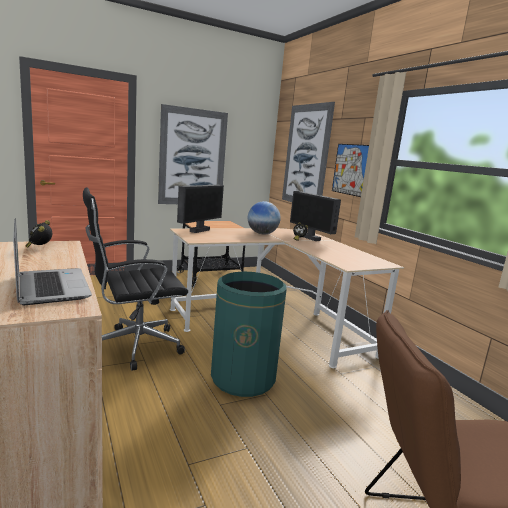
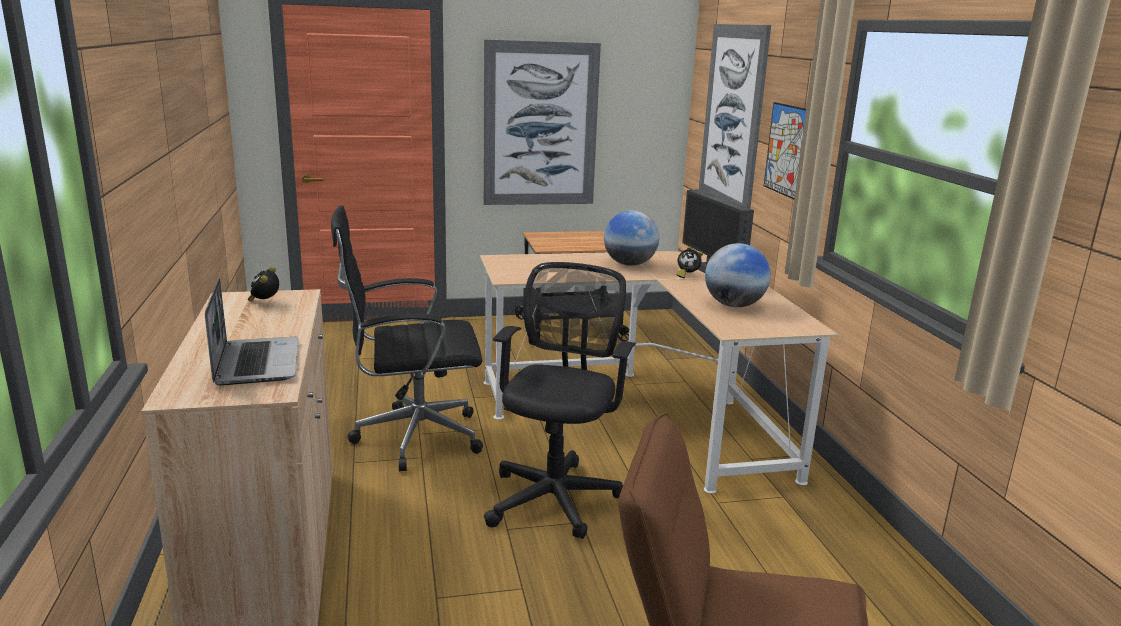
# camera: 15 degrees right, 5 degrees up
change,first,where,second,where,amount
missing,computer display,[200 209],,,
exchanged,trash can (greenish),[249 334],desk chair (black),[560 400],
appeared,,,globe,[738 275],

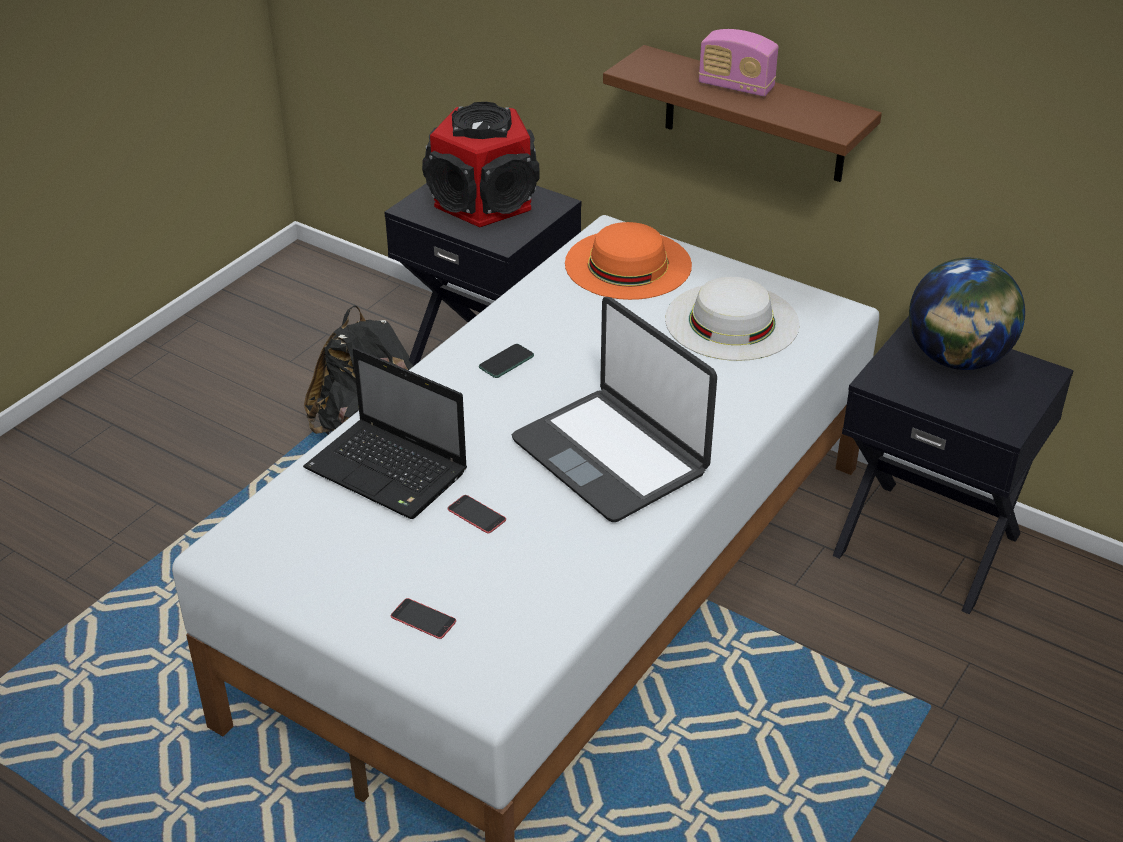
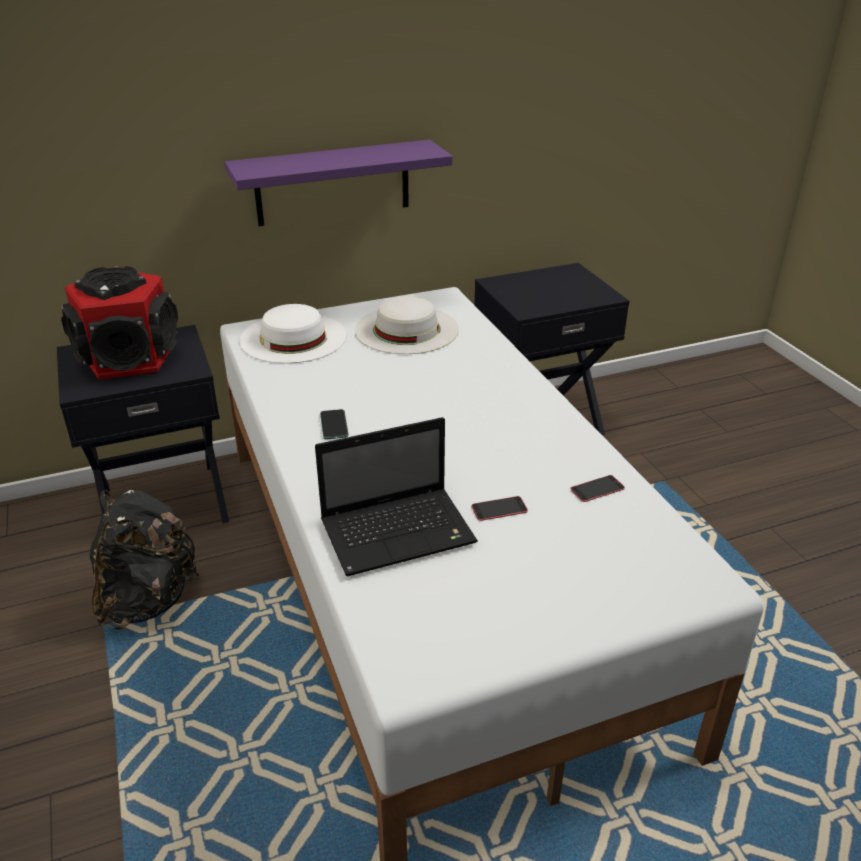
# camera: 55 degrees left, 5 degrees down
change,first,where,second,where,amount
relocated,phone,[423 618],,[597 488],
missing,notebook computer,[614 409],,,
colour,clothing hat (orangey),[628 261],clothing hat (whitish),[293 333],
colour,wall shelf (brownish),[742 113],wall shelf (purplish),[339 183],
missing,radio,[739 63],,,
missing,globe,[967 314],,,

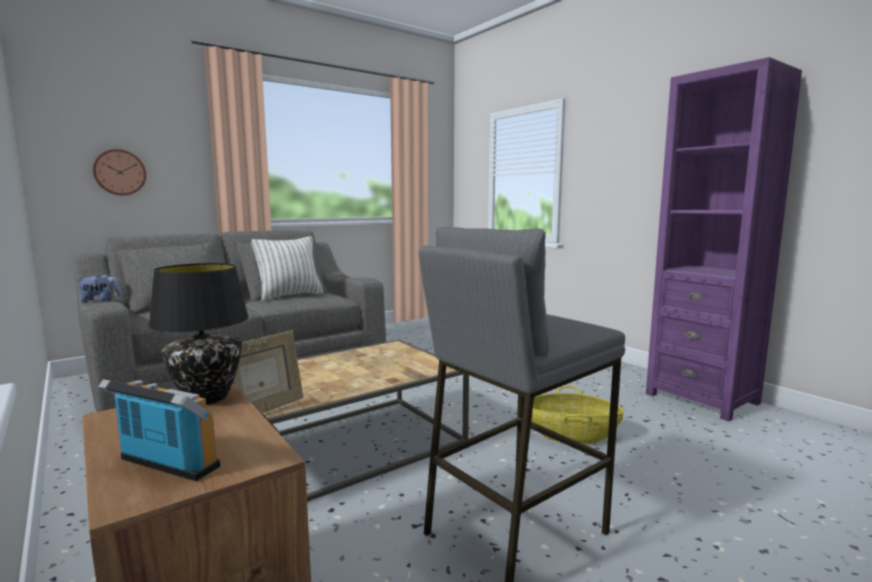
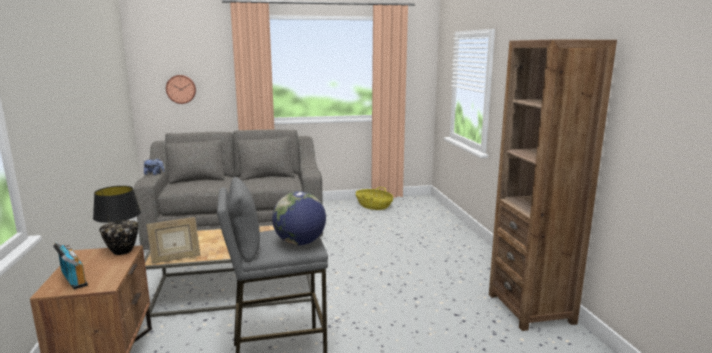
# camera: 25 degrees right, 5 degrees up
change,first,where,second,where,amount
missing,throw pillow,[287 268],,,
relocated,household basket,[577 415],,[374 198],
colour,shelving unit (purplish),[724 239],shelving unit (brownish),[553 185],
appeared,,,globe,[299 218],

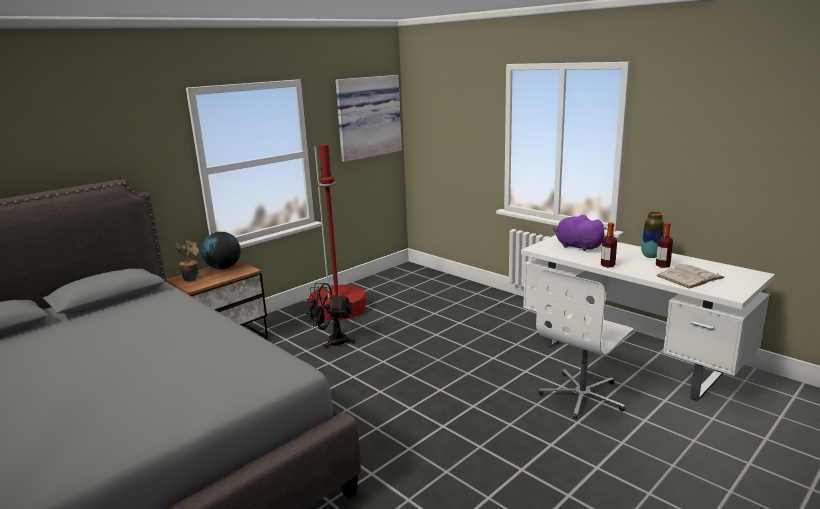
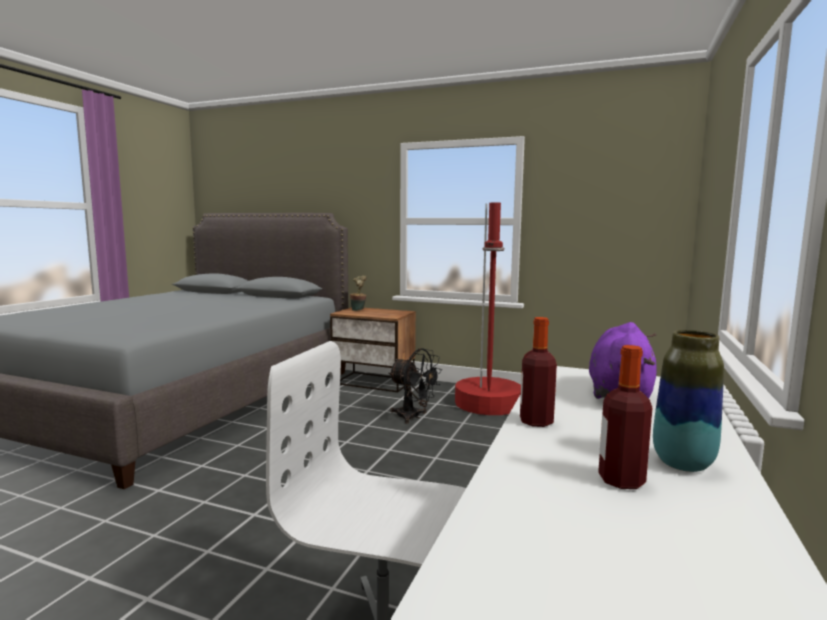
# camera: 65 degrees right, 10 degrees down
change,first,where,second,where,amount
missing,globe,[221 250],,,
spun,cooling fan (black),[330 316],,[415 386],135 degrees clockwise
missing,wall art,[369 118],,,
missing,bound book (whitish),[691 276],,,

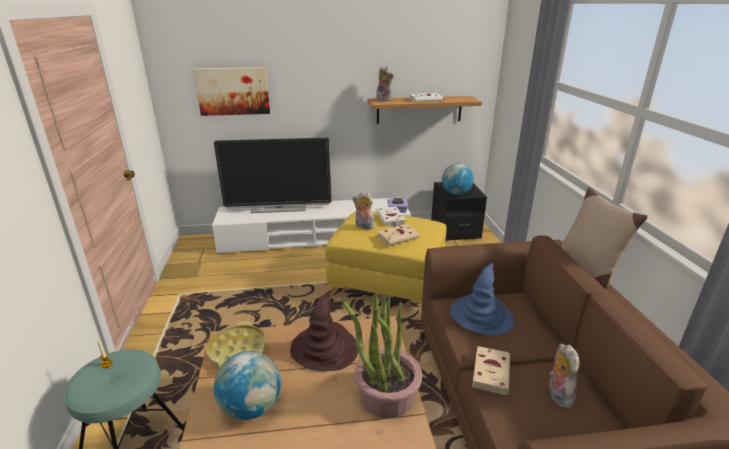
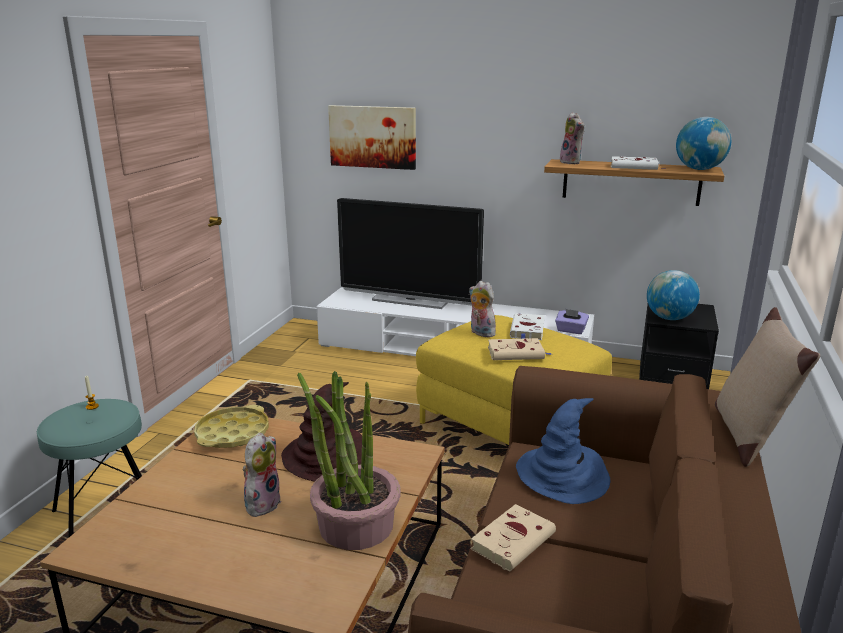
# camera: 25 degrees right, 5 degrees down
change,first,where,second,where,amount
relocated,globe,[247 385],,[703 143],
relocated,soft toy,[564 376],,[262 475],

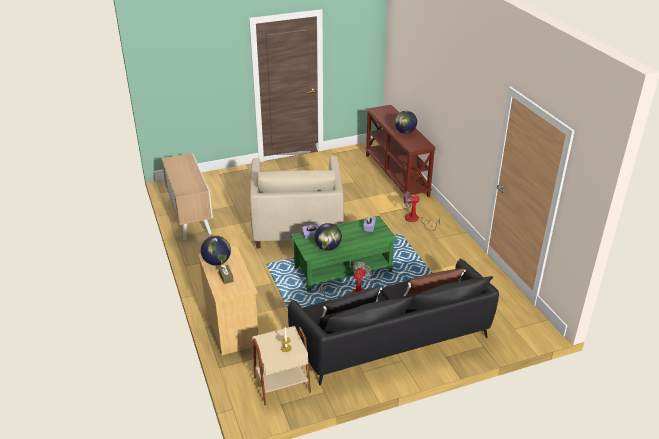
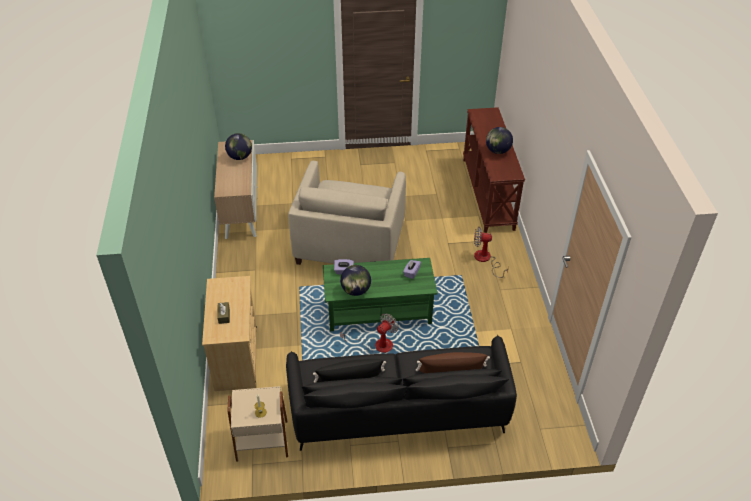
# camera: 15 degrees right, 10 degrees up
change,first,where,second,where,amount
relocated,globe,[216 251],,[238 146],

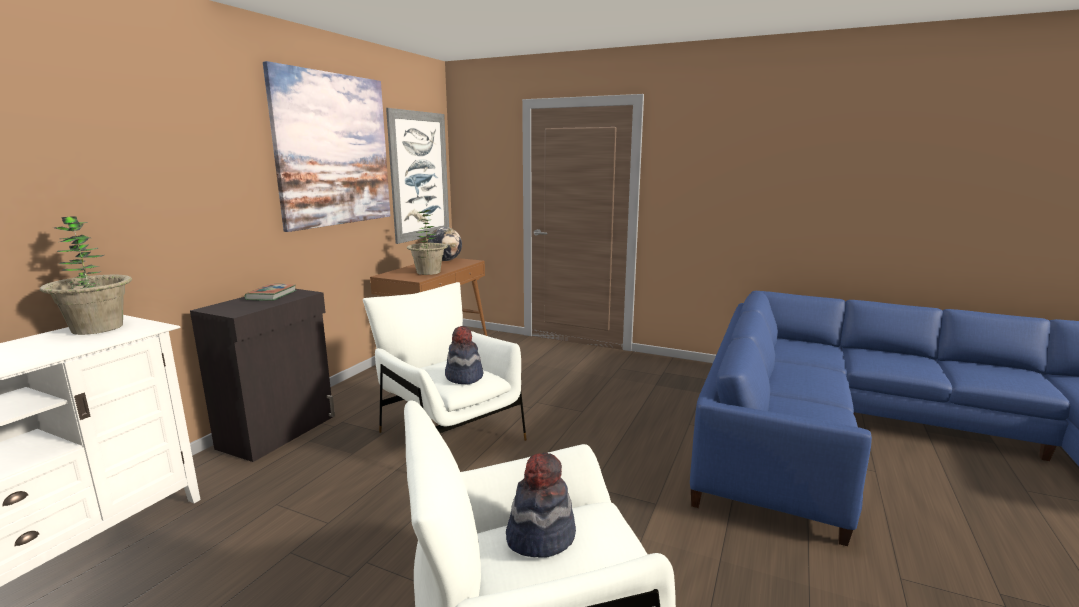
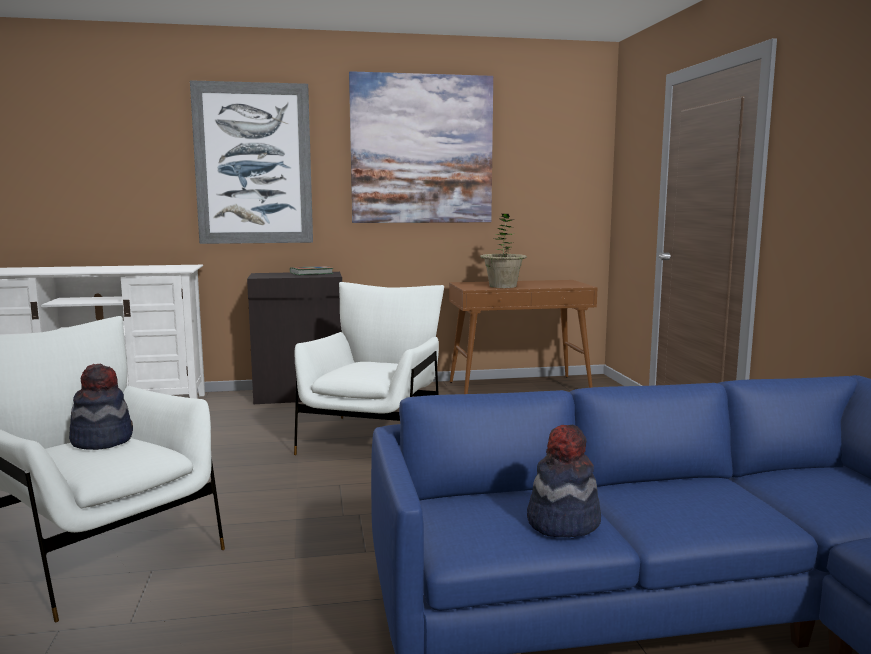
# camera: 55 degrees right, 5 degrees down
change,first,where,second,where,amount
missing,houseplant,[86 275],,,
relocated,wall art,[417 176],,[251 162],
missing,globe,[445 244],,,
relocated,clothing hat,[464 355],,[564 481],

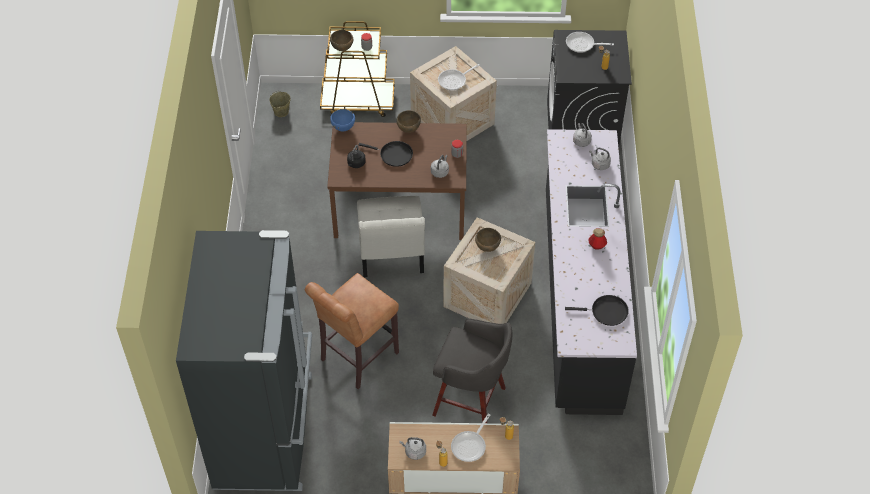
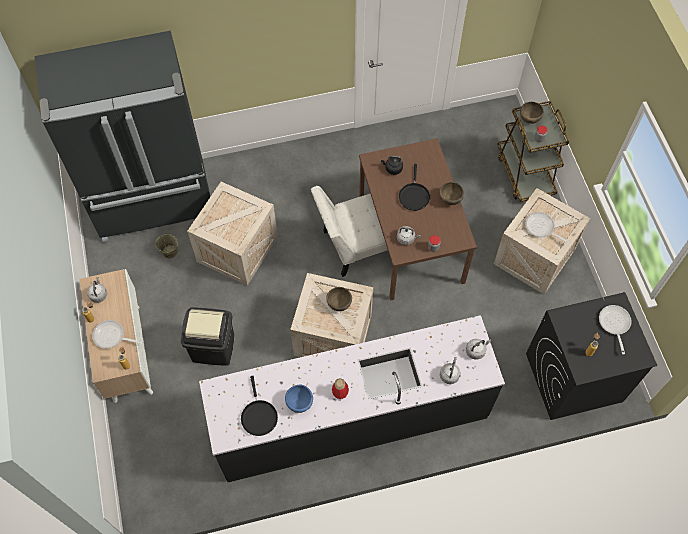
# camera: 75 degrees right, 10 degrees up
change,first,where,second,where,amount
relocated,water bucket (sand-coloured),[280 104],,[166 245],
exchanged,stool (brownish),[352 331],crate,[232 234],
relocated,deep dish (bluish),[342 120],,[299 398],
exchanged,stool (greyish),[472 370],trash can (black),[208 336],

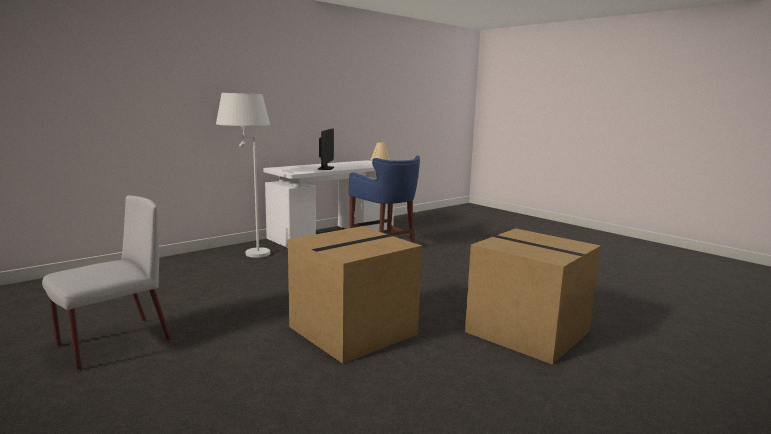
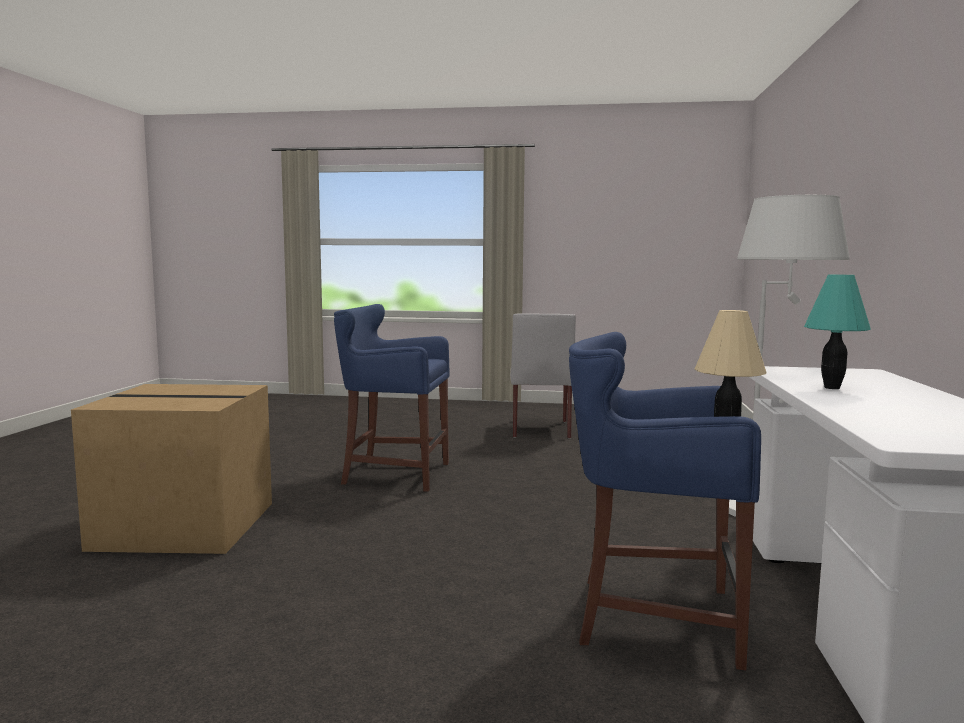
# camera: 140 degrees right, 5 degrees down
change,first,where,second,where,amount
exchanged,carton,[355 295],stool (bluish),[392 398],
exchanged,computer display,[326 149],tabletop lamp (turquoise-coloured),[837 331],

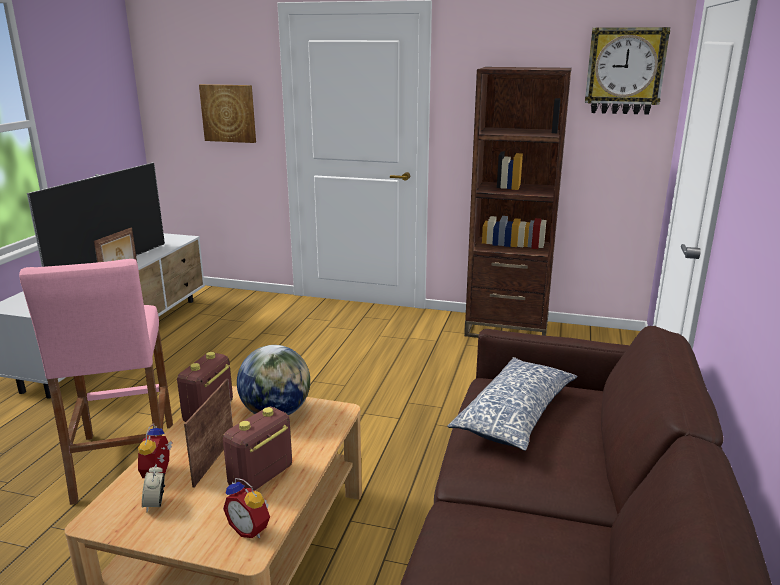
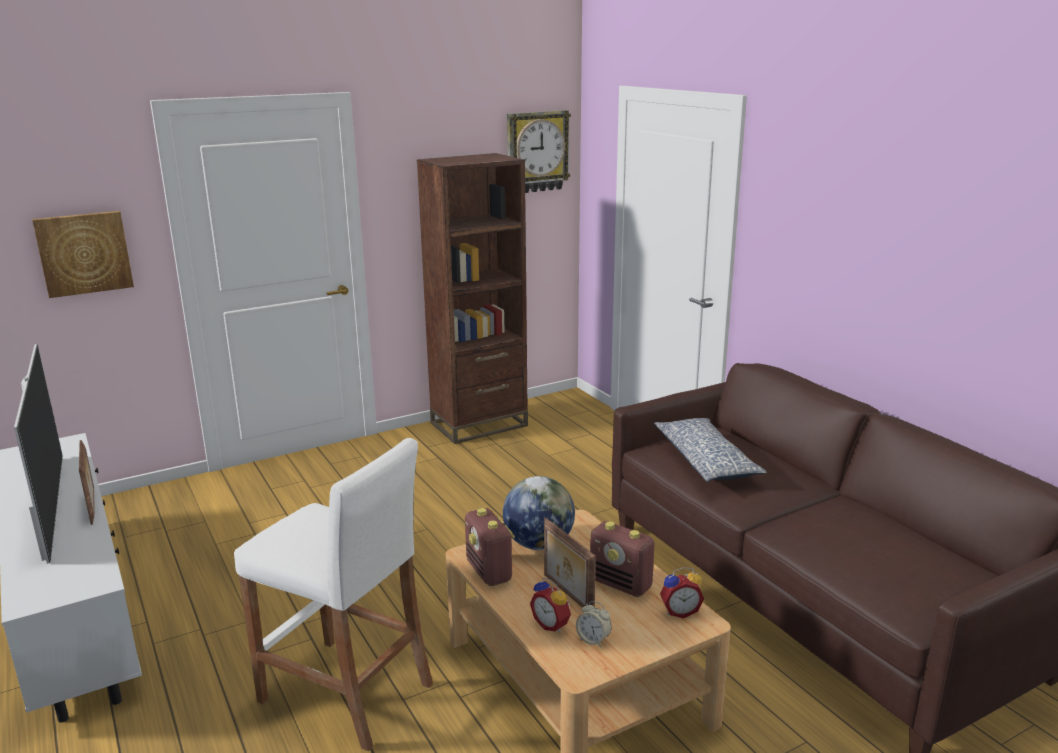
# camera: 45 degrees left, 0 degrees up
change,first,where,second,where,amount
colour,stool (pink-coloured),[96 382],stool (whitish),[333 595],
spun,radio,[257 449],,[622 559],45 degrees counterclockwise

